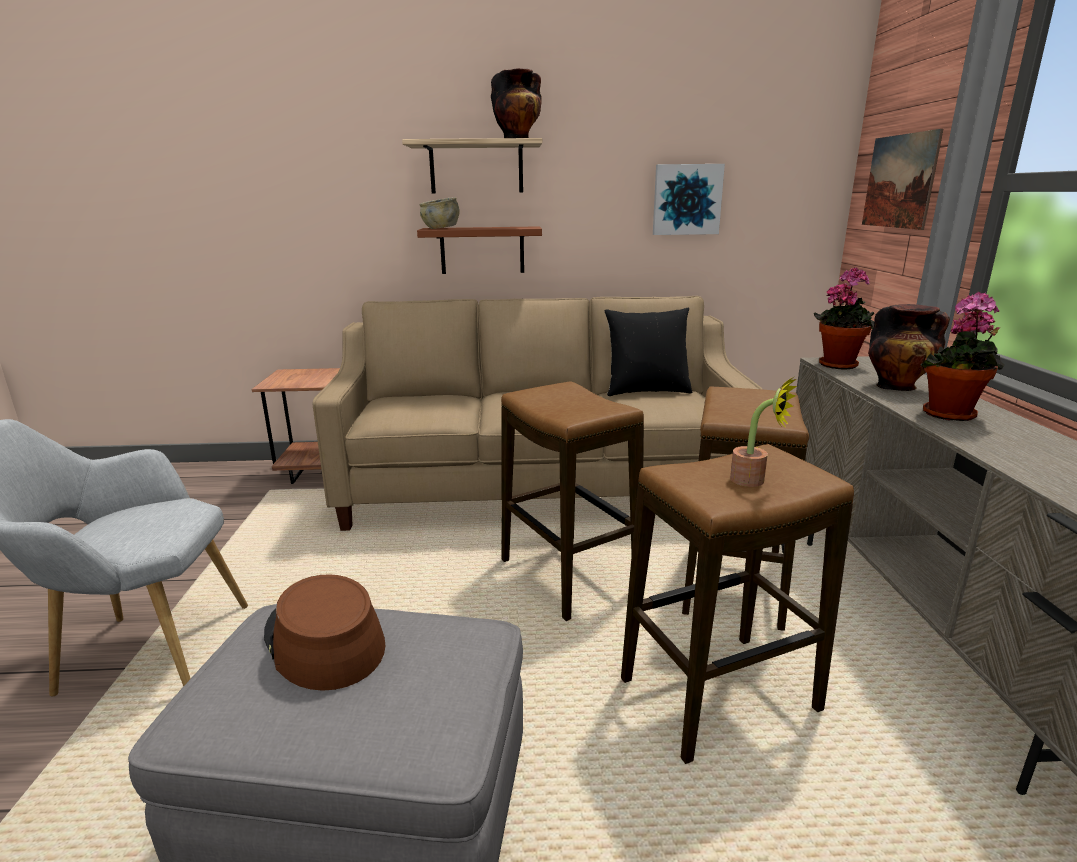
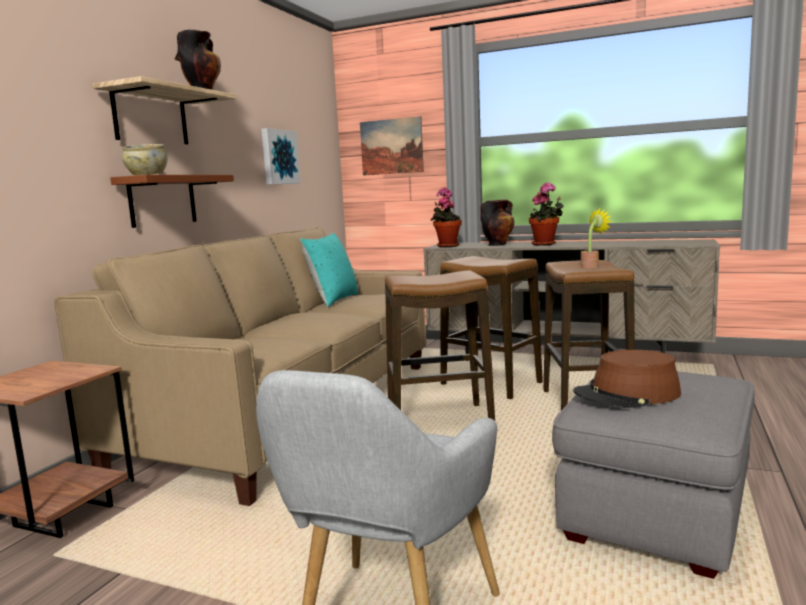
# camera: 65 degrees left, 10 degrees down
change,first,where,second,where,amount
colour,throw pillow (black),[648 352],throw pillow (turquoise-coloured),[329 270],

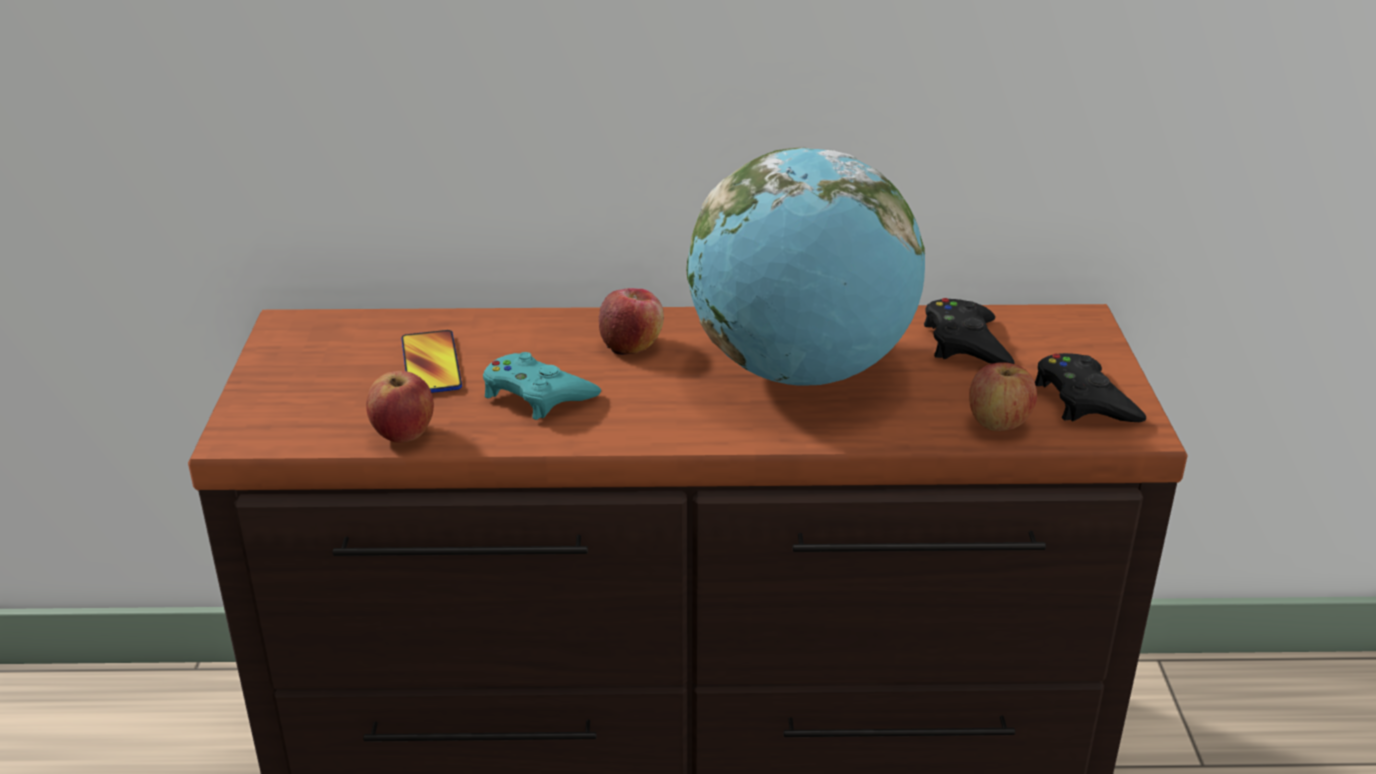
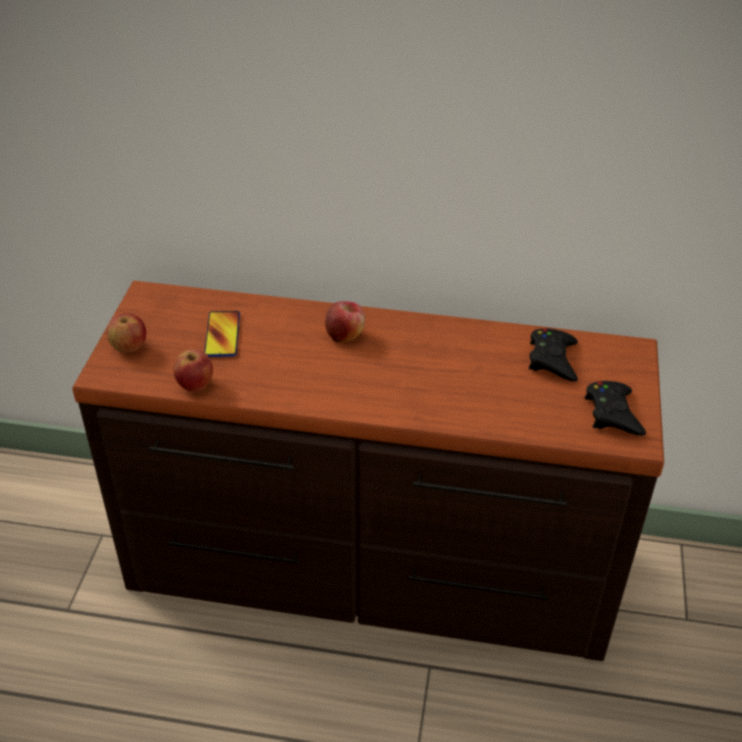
# camera: 10 degrees right, 10 degrees up
change,first,where,second,where,amount
missing,game controller (turquoise-coloured),[542 386],,,
missing,globe,[806 266],,,
relocated,apple,[1003 396],,[126 332],

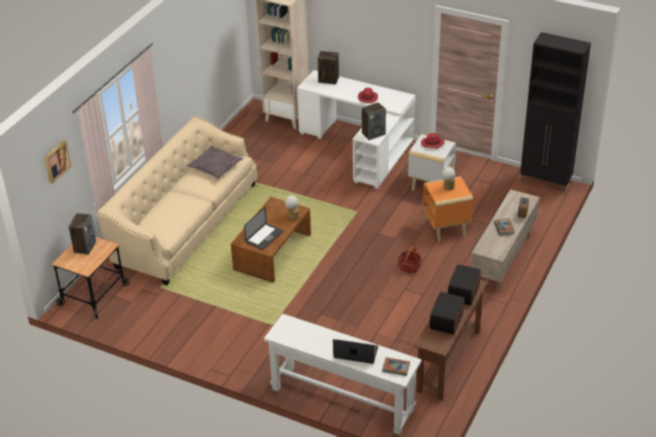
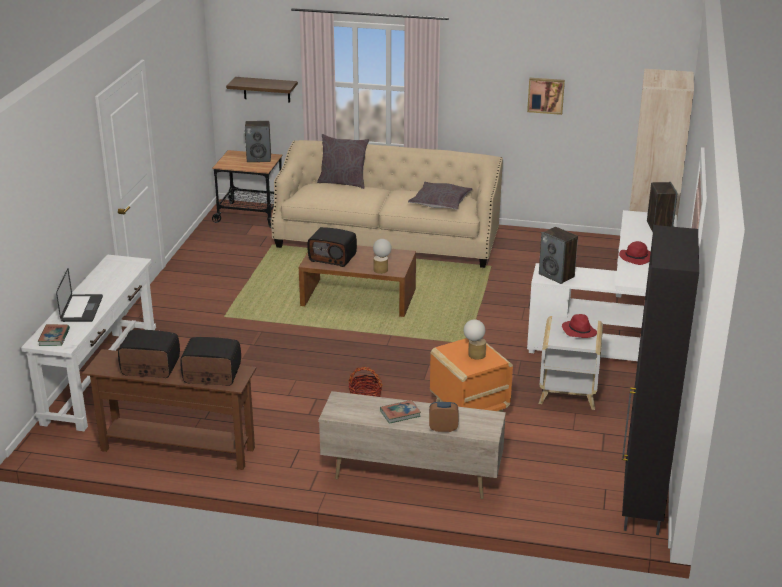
# camera: 75 degrees right, 10 degrees down
change,first,where,second,where,amount
relocated,wall art,[57 162],,[546 96],
exchanged,notebook computer,[263 228],radio,[332 247],
appeared,,,wall shelf,[262 90],
appeared,,,throw pillow (greyish),[343 161],

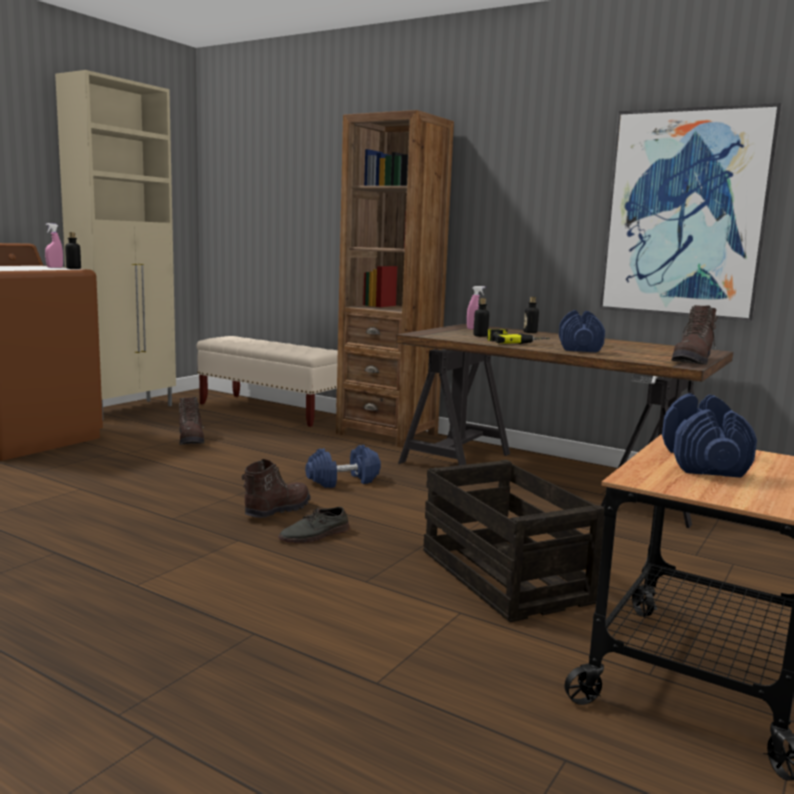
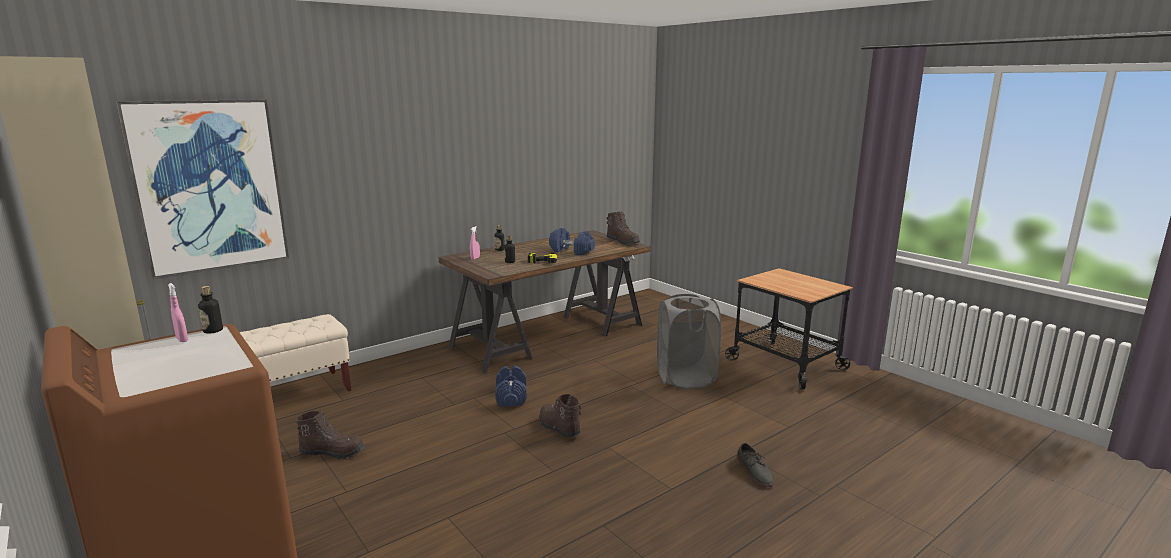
# camera: 70 degrees left, 5 degrees up
change,first,where,second,where,amount
relocated,low shoe (greyish),[313 525],,[755 465],
missing,shelving unit (brownish),[395 279],,,
exchanged,crate,[514 541],washing basket (greyish),[689 341],
relocated,wall art,[691 212],,[202 189],
missing,free weight (bluish),[709 435],,,

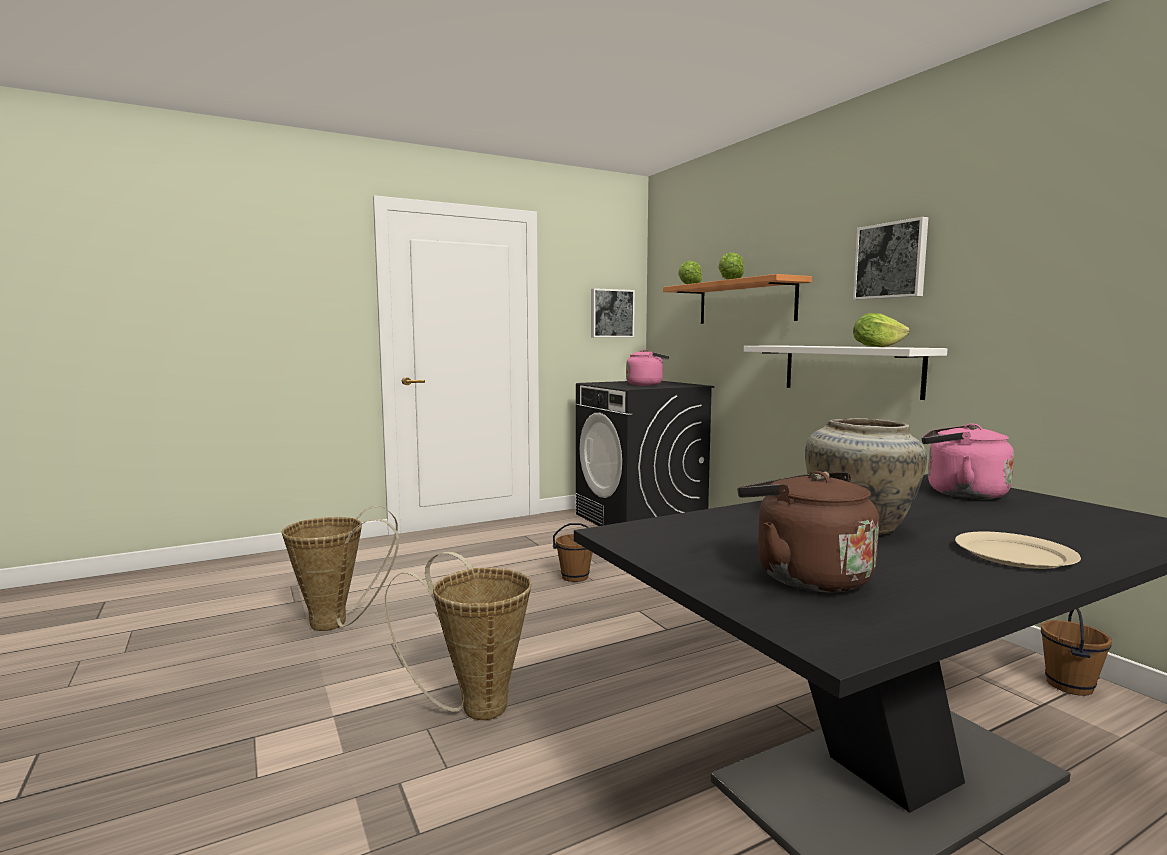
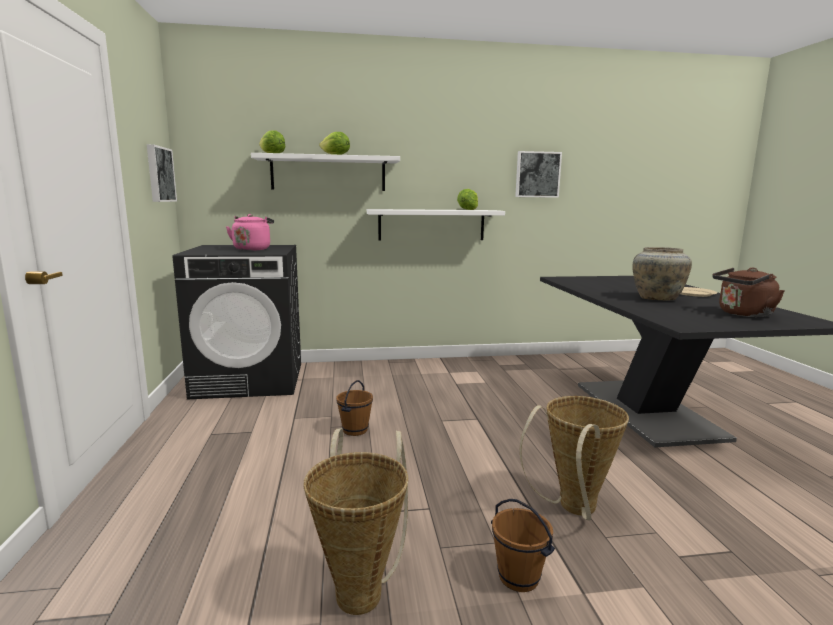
# camera: 70 degrees left, 5 degrees up
change,first,where,second,where,amount
colour,wall shelf (orangey),[737 299],wall shelf (whitish),[325 172],
relocated,wall art,[890 258],,[538 174],
missing,water kettle (pink-coloured),[968 461],,,
relocated,water bucket (brownish),[1076 652],,[523 545],

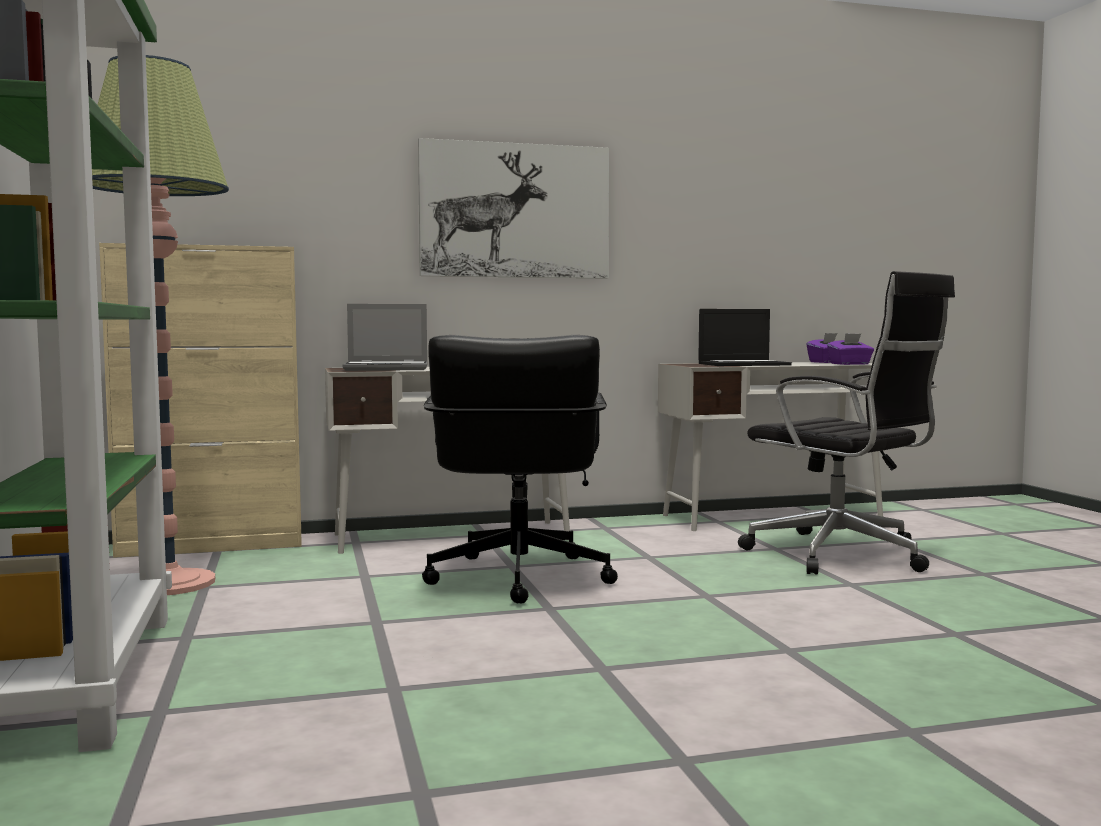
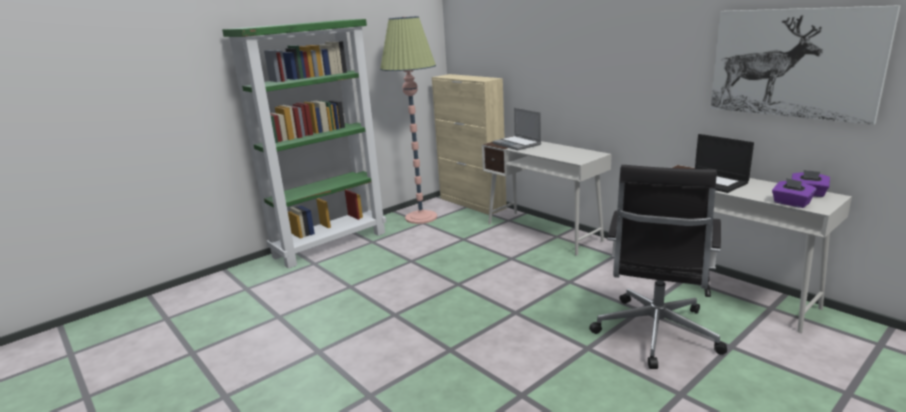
# camera: 65 degrees right, 15 degrees up
change,first,where,second,where,amount
relocated,wall art,[513 208],,[805 65],
missing,desk chair (black),[520 469],,,

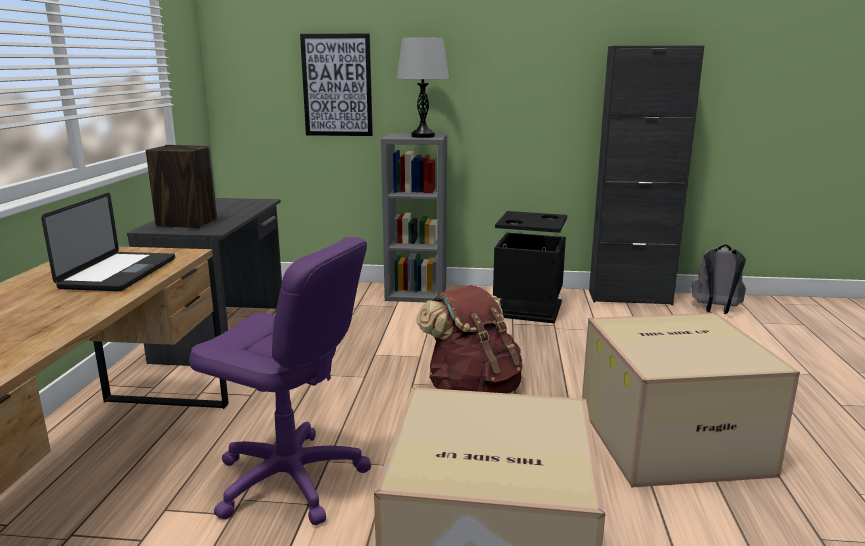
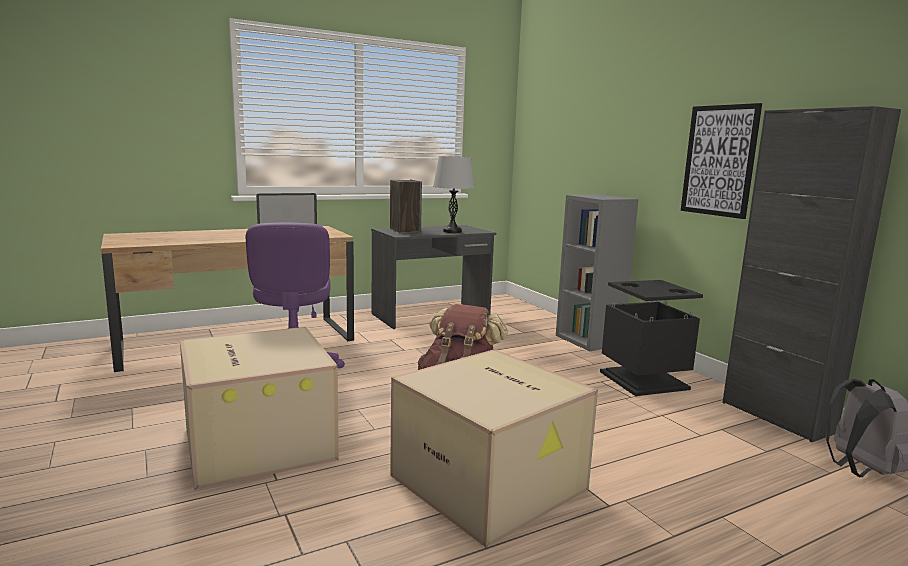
# camera: 55 degrees right, 5 degrees down
change,first,where,second,where,amount
relocated,wall art,[336 85],,[721 161],
relocated,tabletop lamp (greyish),[422 87],,[454 194],

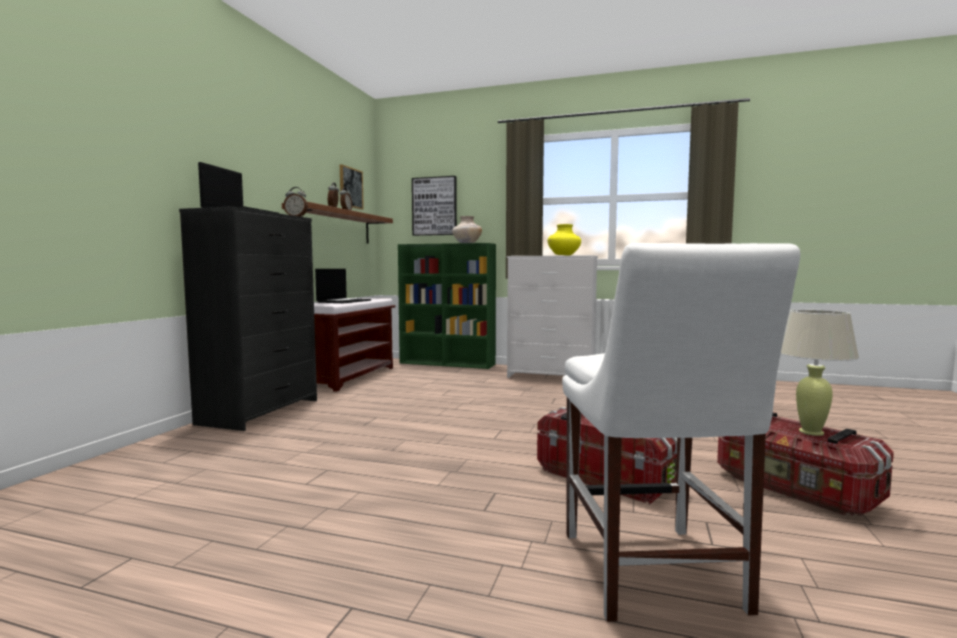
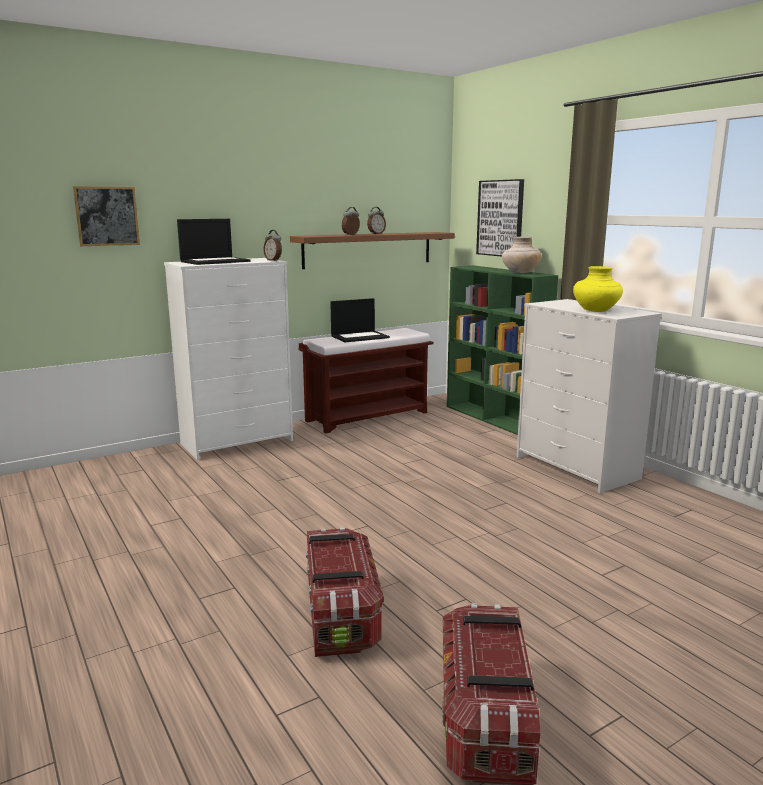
# camera: 40 degrees right, 10 degrees up
change,first,where,second,where,amount
colour,drawer chest (black),[248 318],drawer chest (whitish),[228 359],
relocated,wall art,[352 187],,[106 216],
missing,chair (whitish),[681 432],,,
missing,tabletop lamp (sand-coloured),[820 372],,,

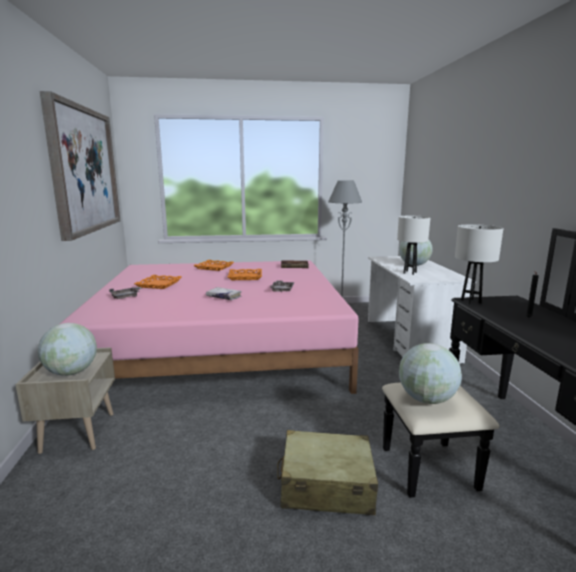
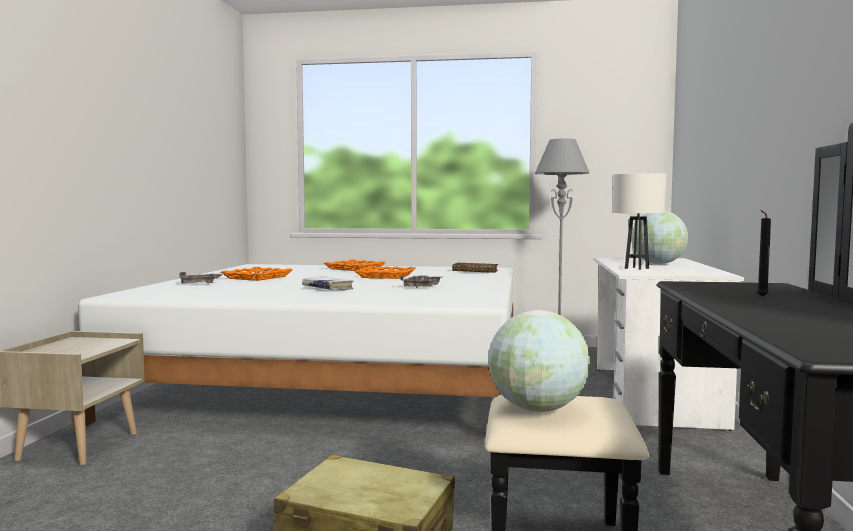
# camera: 15 degrees right, 10 degrees down
change,first,where,second,where,amount
missing,globe,[67 349],,,
missing,wall art,[79 166],,,
colour,sleeping bed (pink-coloured),[209 327],sleeping bed (whitish),[295 345],
missing,tabletop lamp (whitish),[479 264],,,

